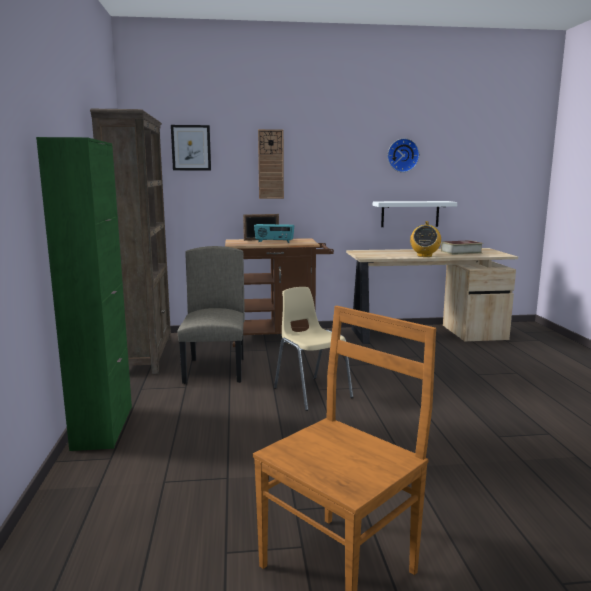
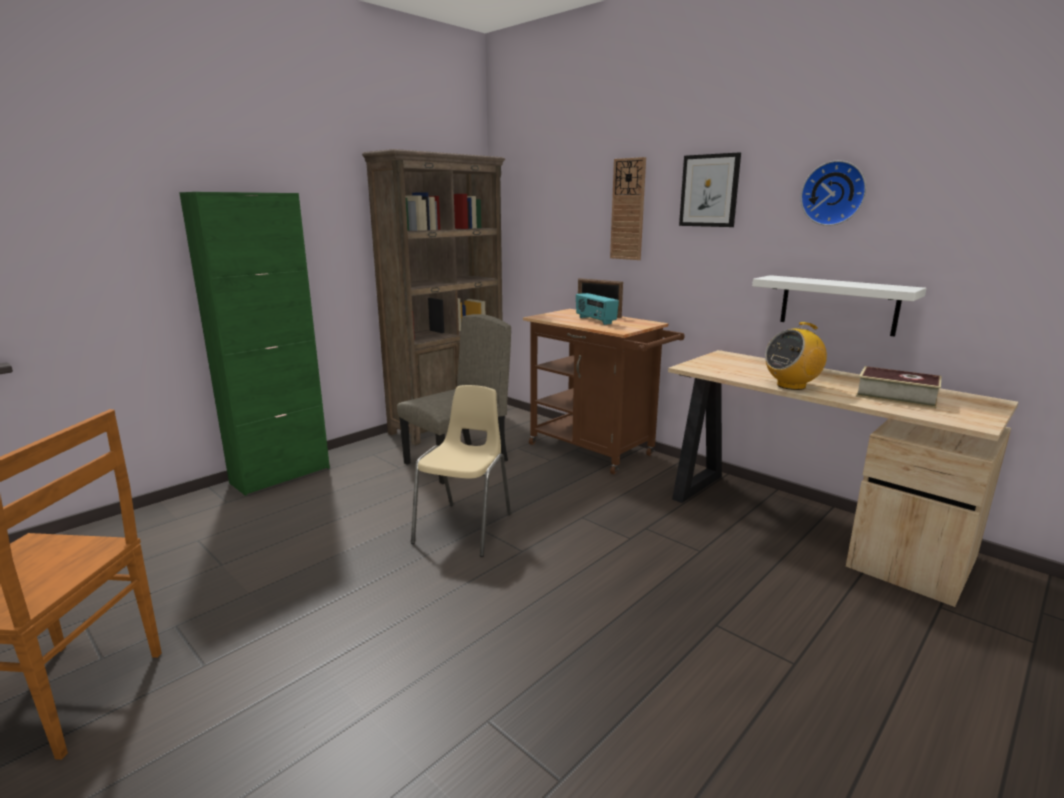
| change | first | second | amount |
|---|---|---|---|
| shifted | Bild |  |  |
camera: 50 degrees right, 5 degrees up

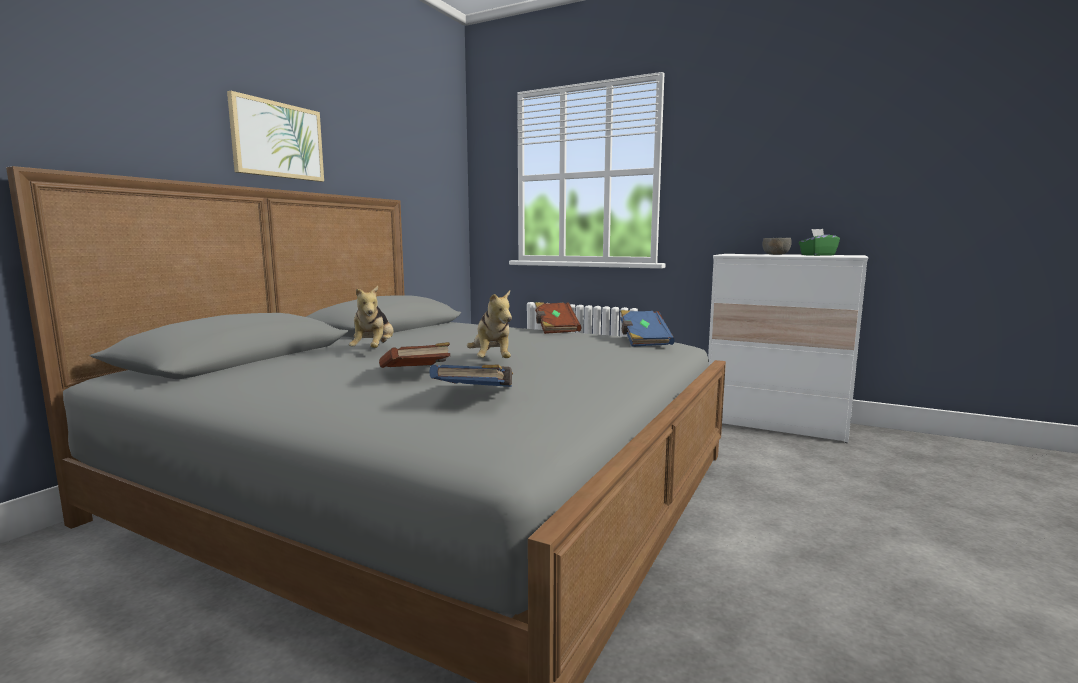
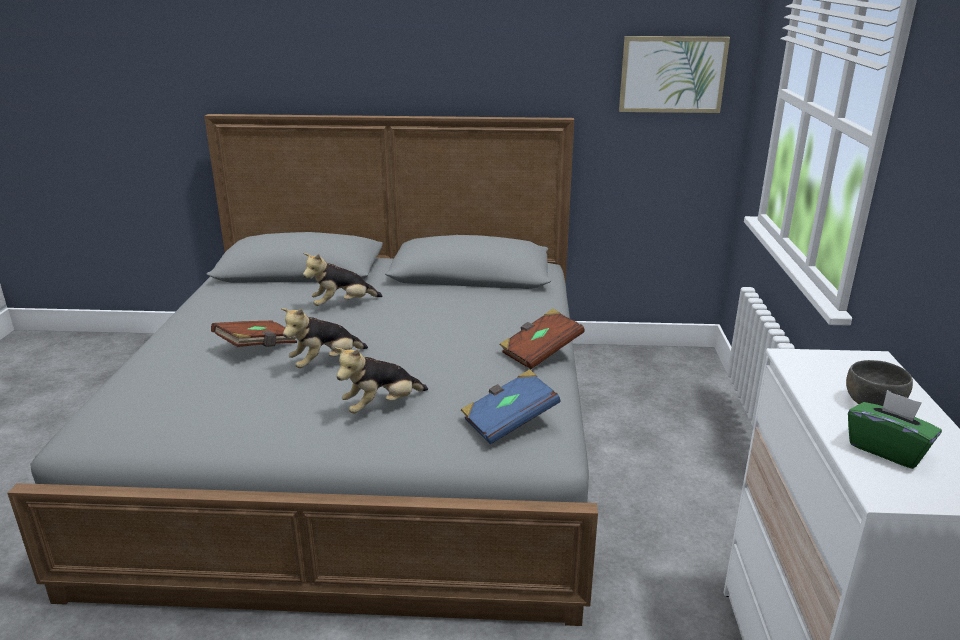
| change | first | second | amount |
|---|---|---|---|
| shifted | Bild |  |  |
| gone | Buch/blau (no. 1 from left) |  |  |
| new |  | Plüschtier (no. 3 from left) |  |
camera: 65 degrees right, 15 degrees up

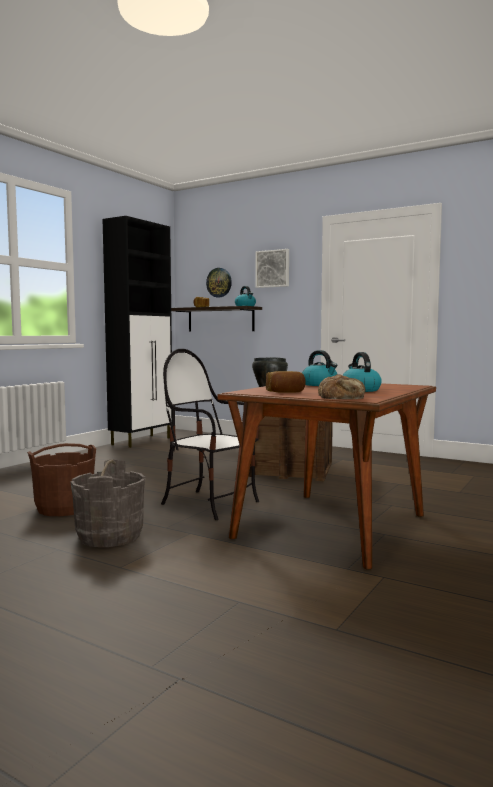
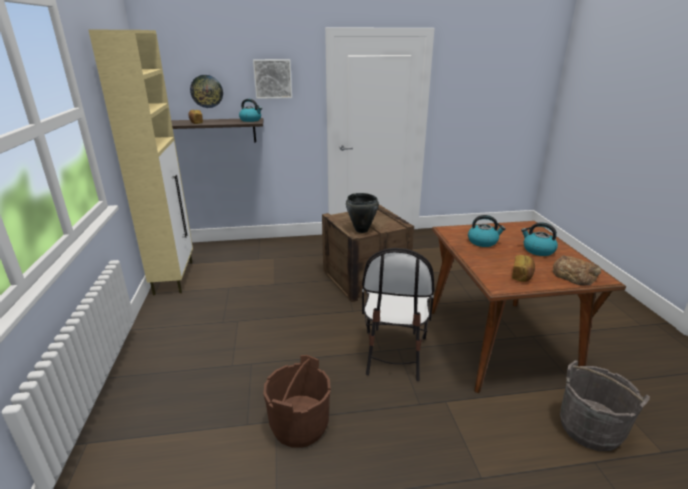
| change | first | second | amount |
|---|---|---|---|
| shifted | Eimer/grau |  |  |
| repainted | Schrank/schwarz | Schrank/beige |  |
| rotated | Stuhl |  | 75 degrees counterclockwise |
camera: 40 degrees left, 20 degrees up

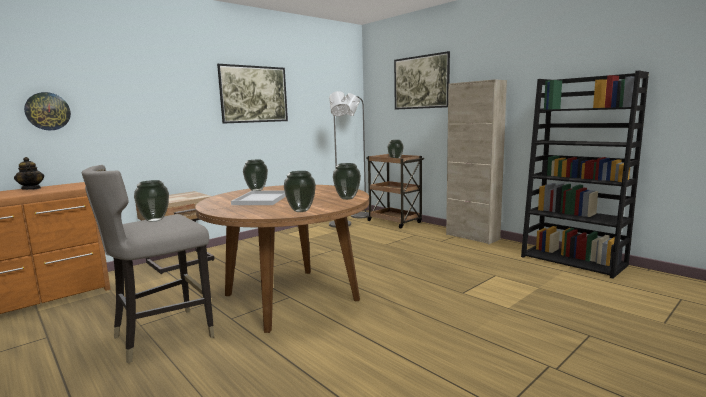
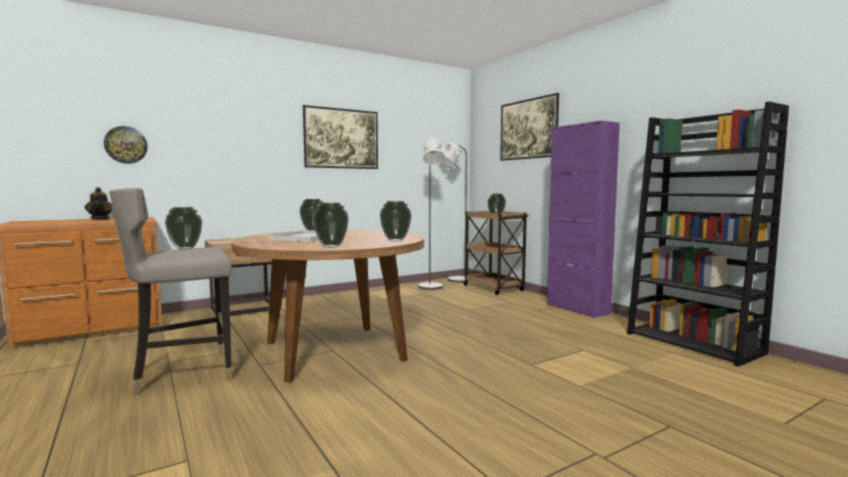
| change | first | second | amount |
|---|---|---|---|
| repainted | Schrank/beige | Schrank/lila |  |
camera: 10 degrees right, 5 degrees down

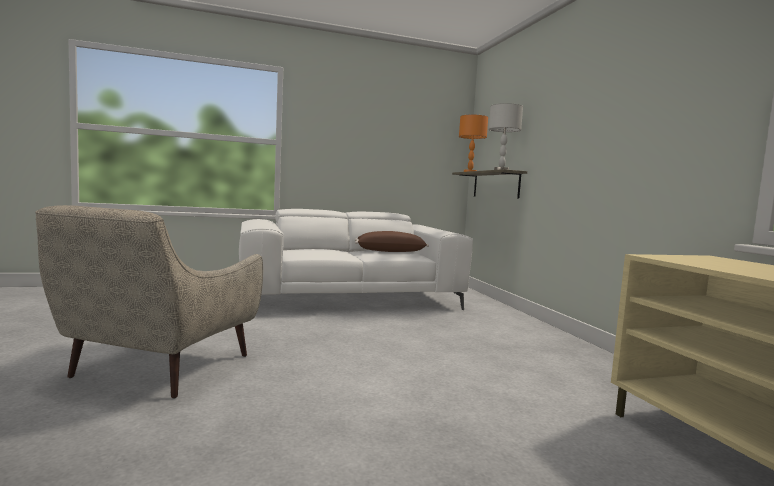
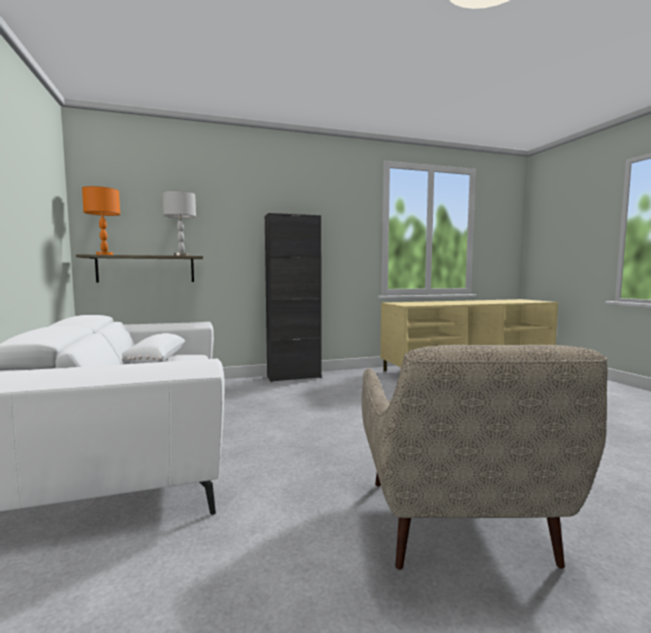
| change | first | second | amount |
|---|---|---|---|
| rotated | Sessel/beige |  | 75 degrees clockwise |
| repainted | Kissen/braun | Kissen/weiß |  |
| new |  | Schrank/schwarz |  |
camera: 90 degrees left, 0 degrees up

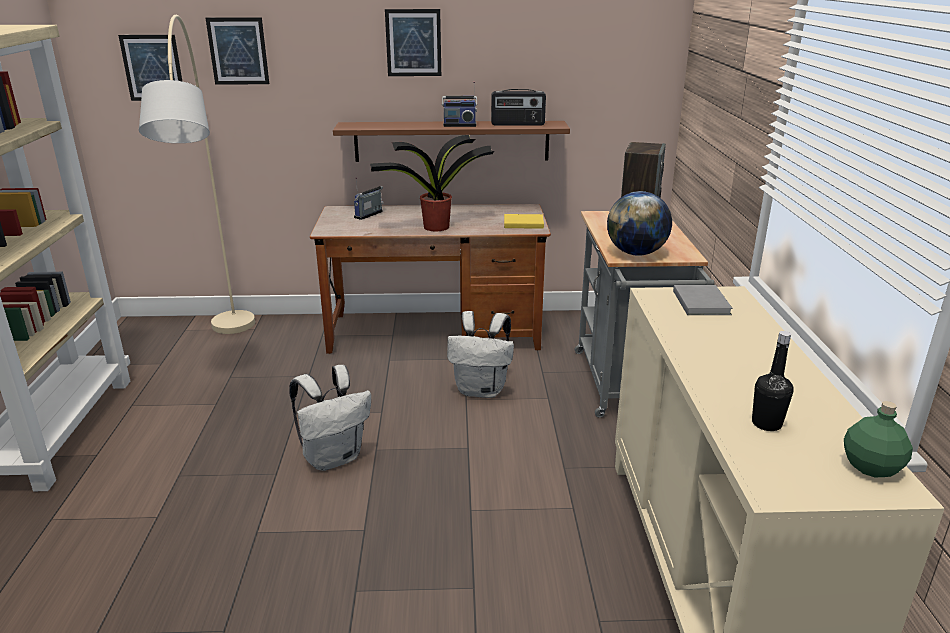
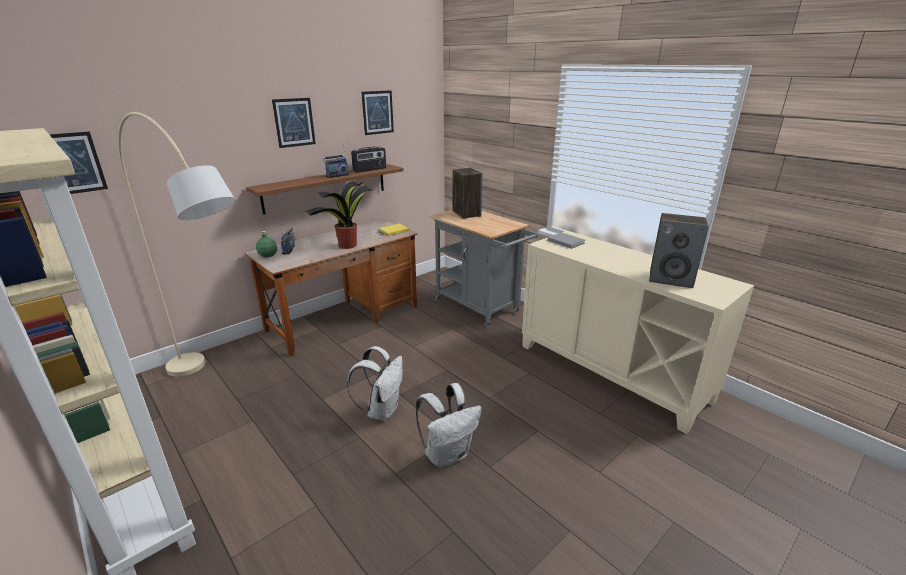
| change | first | second | amount |
|---|---|---|---|
| shifted | Bild (no. 2 from left in the first image) | Bild (no. 3 from left) |  |
| shifted | Rucksack/weiß (no. 2 from left) |  |  |
| gone | Globus |  |  |
| swapped | Flasche/schwarz | Lautsprecher (no. 2 from left) |  |
| shifted | Flasche/grün |  |  |
camera: 40 degrees left, 0 degrees up

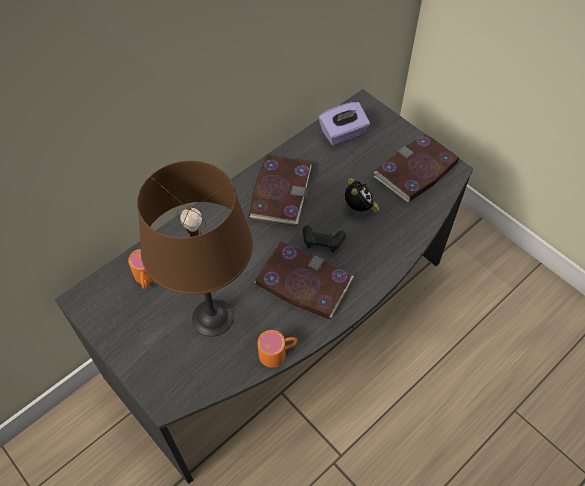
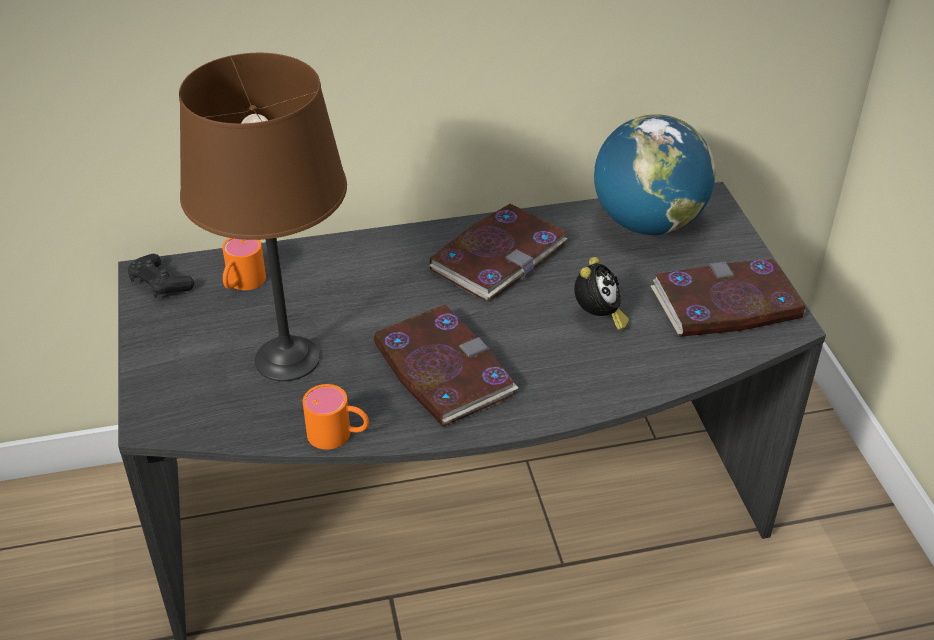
| change | first | second | amount |
|---|---|---|---|
| shifted | Gamepad/schwarz |  |  |
| swapped | Taschentuchbox/lila | Globus |  |
camera: 30 degrees right, 15 degrees down

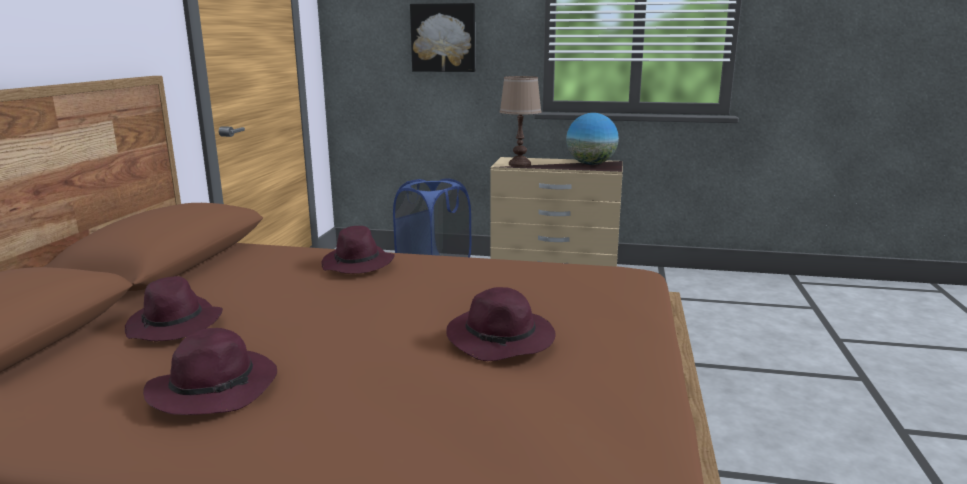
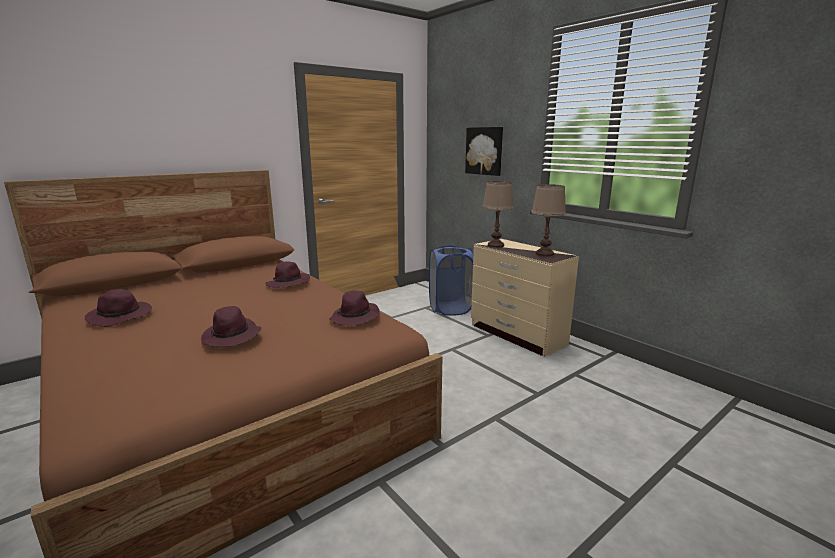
| change | first | second | amount |
|---|---|---|---|
| shifted | Hut/lila (no. 1 from left in the first image) | Hut/lila (no. 4 from left) |  |
| swapped | Globus | Tischlampe/braun (no. 2 from left) |  |
camera: 40 degrees right, 0 degrees up

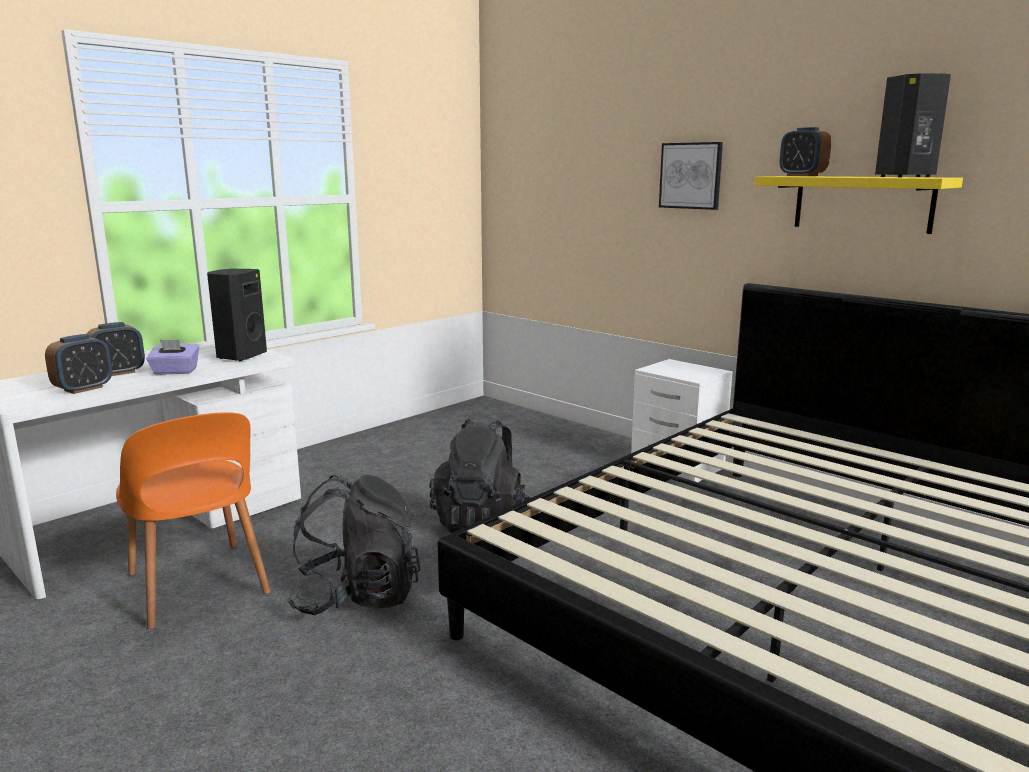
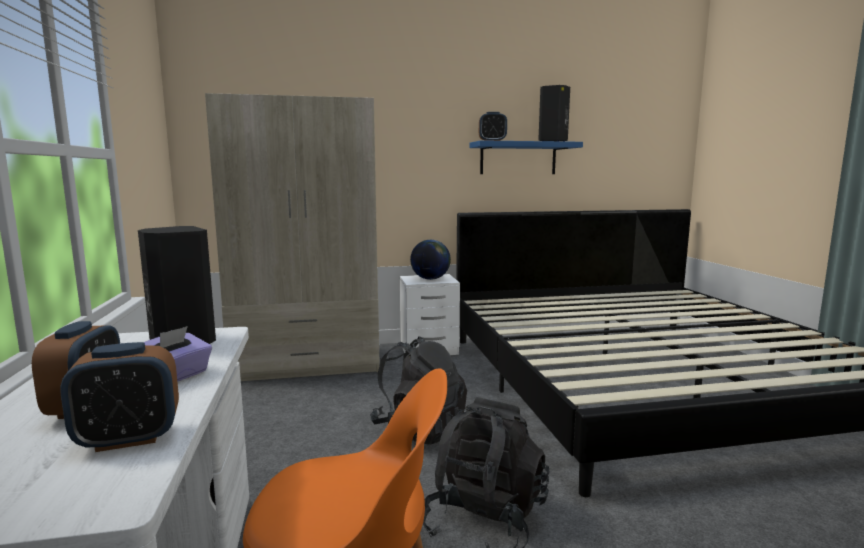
| change | first | second | amount |
|---|---|---|---|
| rotated | Wecker (no. 1 from left in the first image) | Wecker (no. 2 from left) | 90 degrees clockwise |
| gone | Bild |  |  |
| repainted | Wandregal/gelb | Wandregal/blau |  |
| new |  | Kleiderschrank/beige |  |
| new |  | Globus |  |
camera: 55 degrees left, 5 degrees down

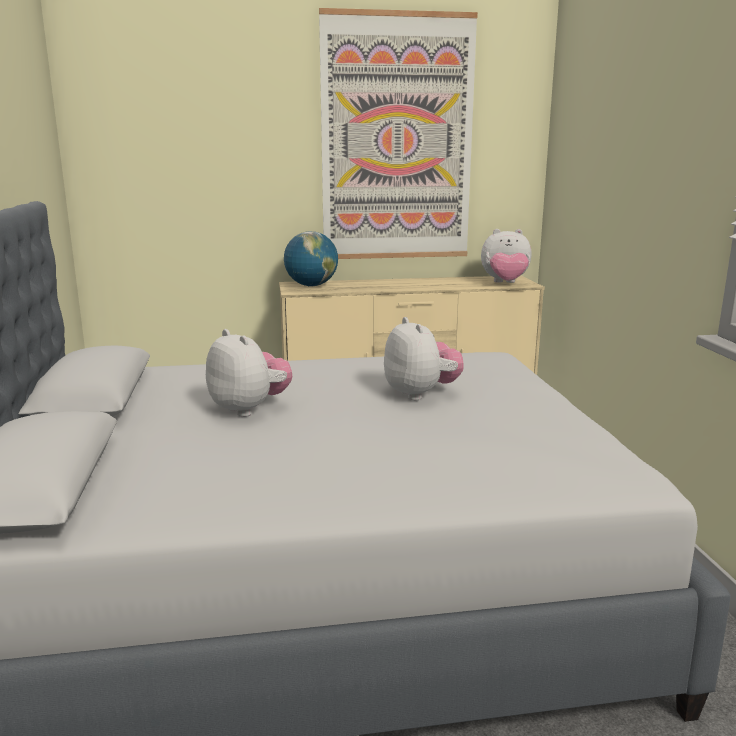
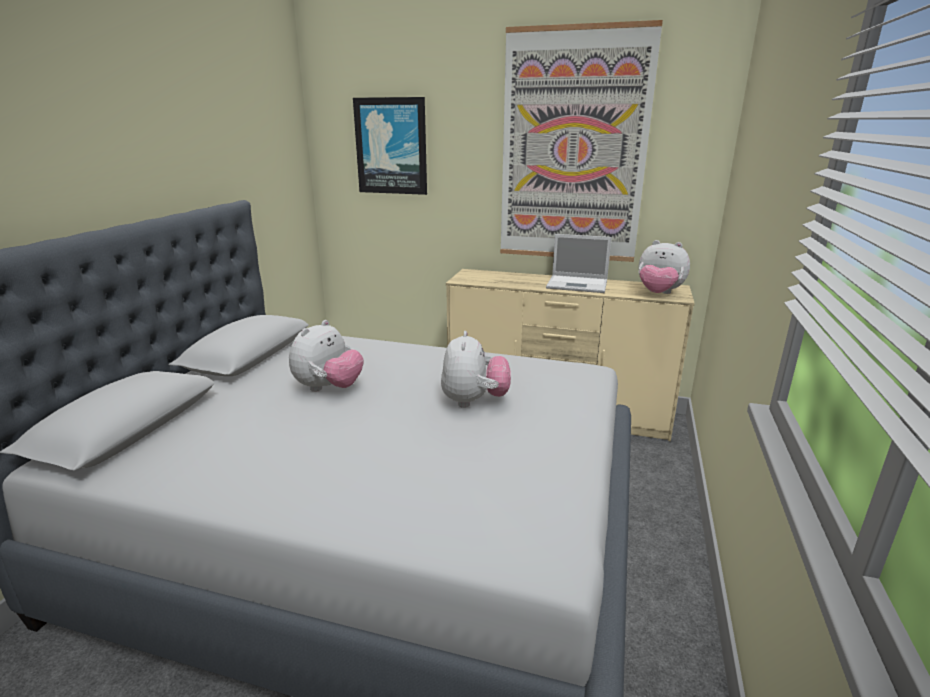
| change | first | second | amount |
|---|---|---|---|
| rotated | Plüschtier (no. 1 from left) |  | 45 degrees clockwise |
| gone | Globus |  |  |
| new |  | Bild (no. 1 from left) |  |
| new |  | Laptop |  |
camera: 25 degrees right, 5 degrees up

